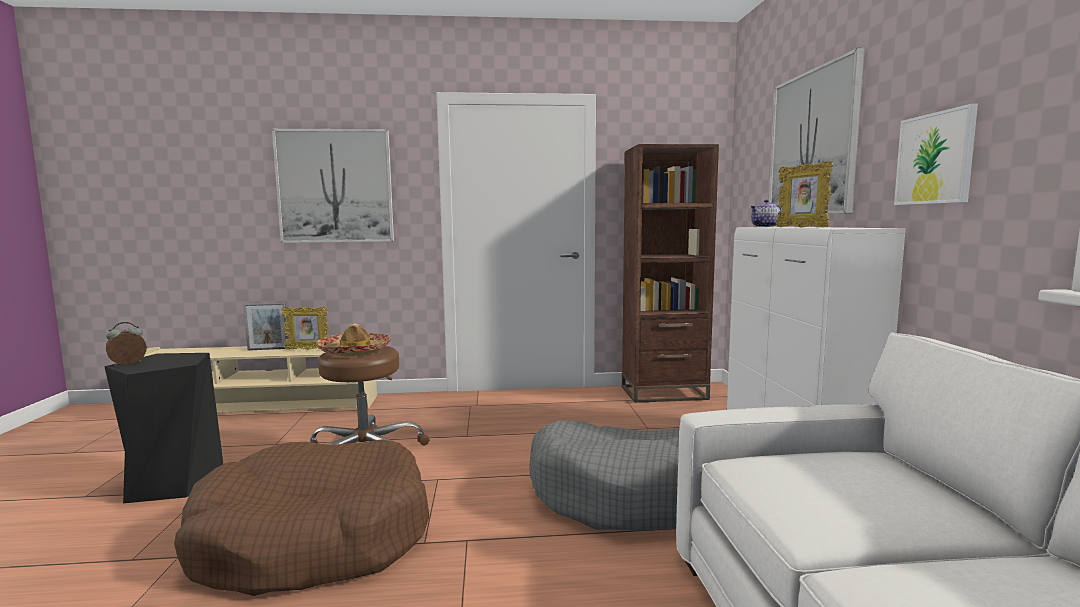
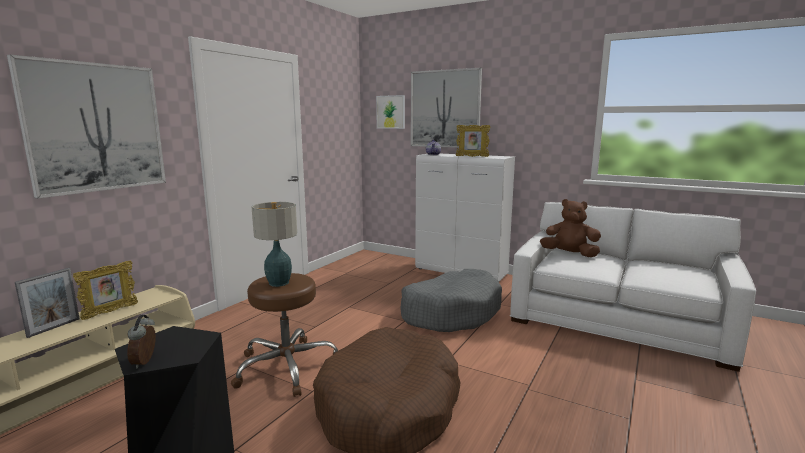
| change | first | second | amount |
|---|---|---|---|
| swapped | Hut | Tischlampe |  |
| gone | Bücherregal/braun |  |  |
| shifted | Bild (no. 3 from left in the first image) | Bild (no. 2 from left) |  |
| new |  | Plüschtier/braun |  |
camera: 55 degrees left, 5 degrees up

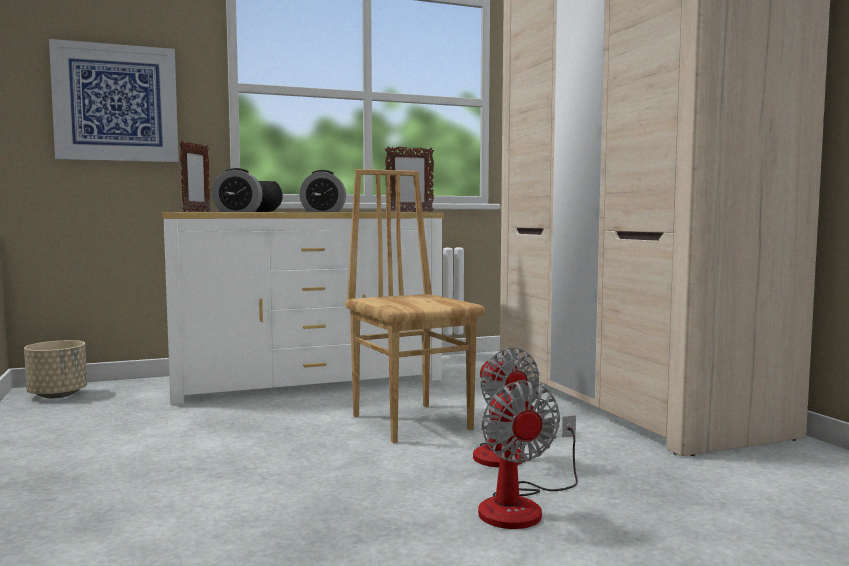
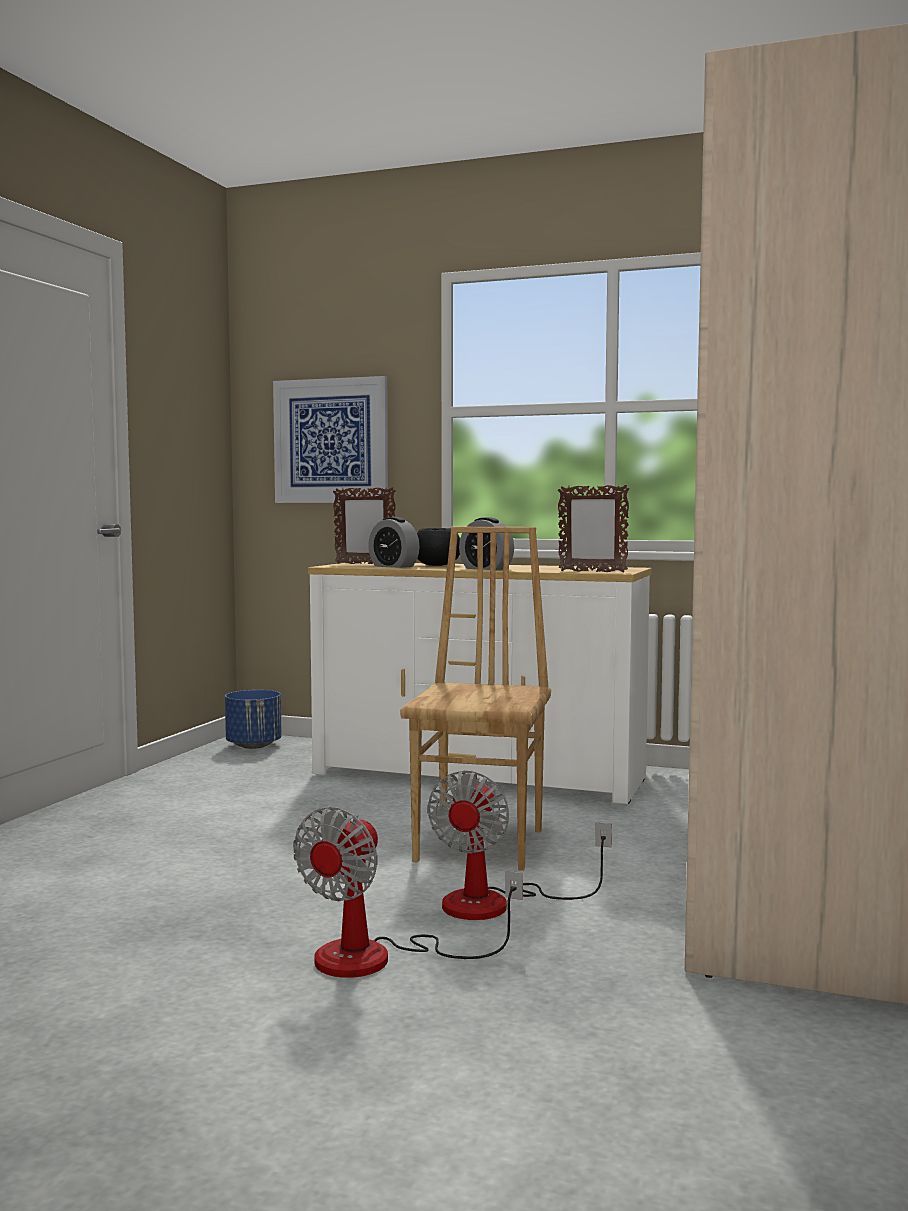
| change | first | second | amount |
|---|---|---|---|
| repainted | Pflanzkübel/beige | Pflanzkübel/blau |  |
| rotated | Bilderrahmen (no. 1 from left) |  | 45 degrees clockwise |
camera: 40 degrees right, 0 degrees up

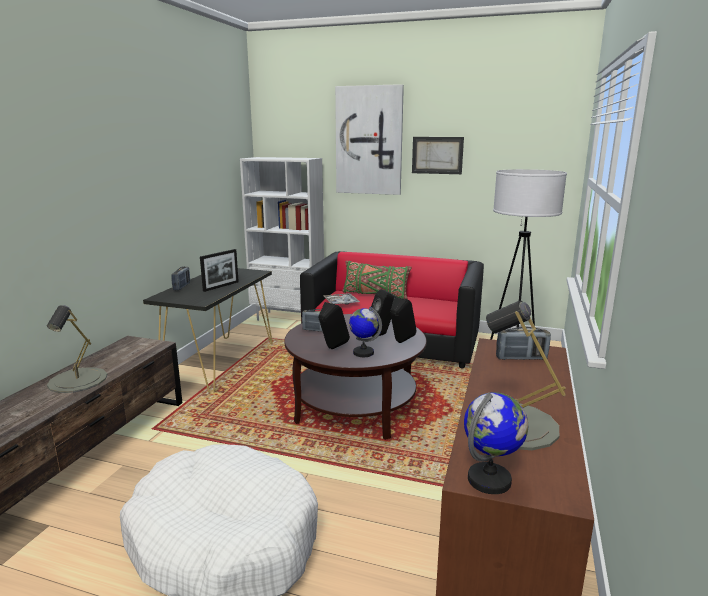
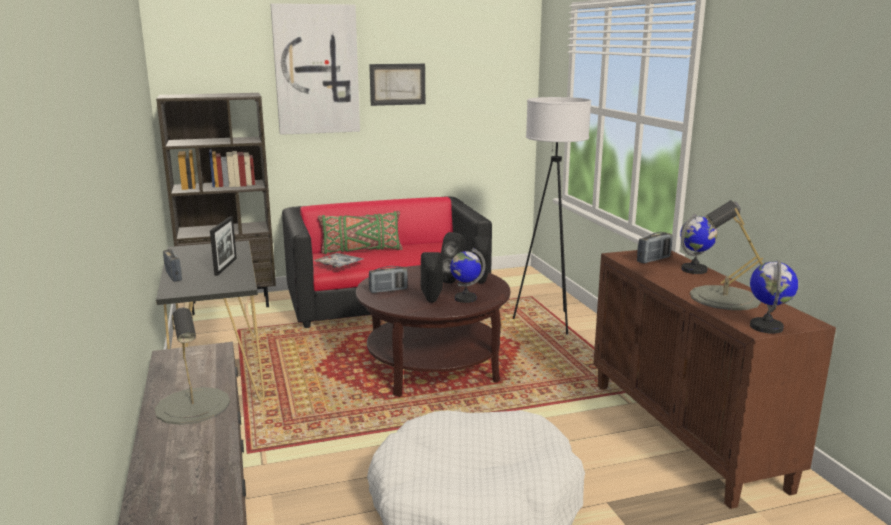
| change | first | second | amount |
|---|---|---|---|
| repainted | Bücherregal/weiß | Bücherregal/braun |  |
| new |  | Globus (no. 2 from left) |  |
camera: 35 degrees left, 0 degrees up

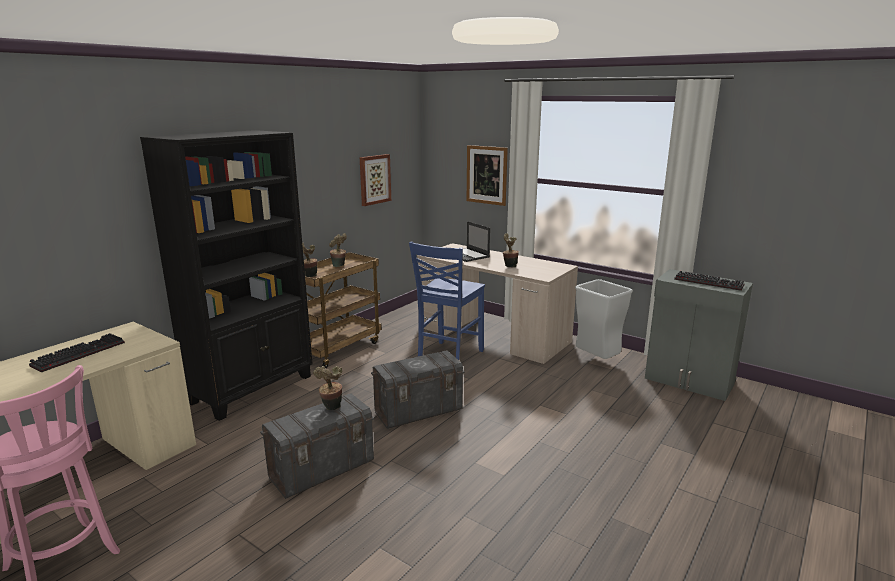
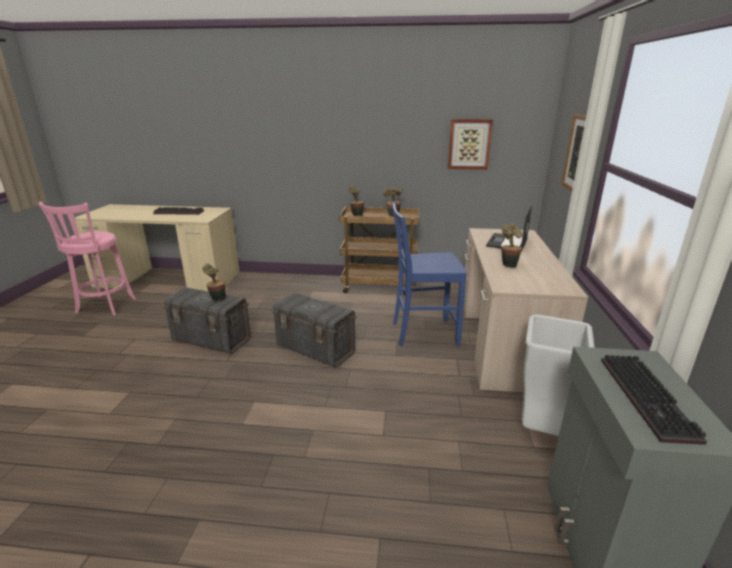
| change | first | second | amount |
|---|---|---|---|
| gone | Bücherregal/schwarz |  |  |
camera: 60 degrees right, 5 degrees up

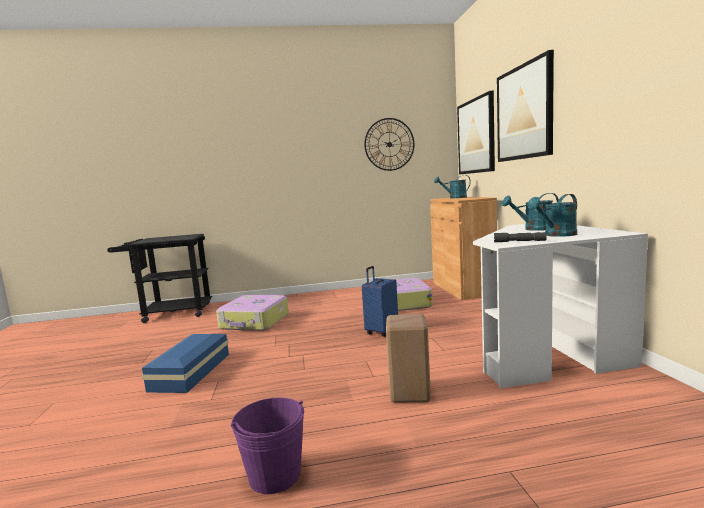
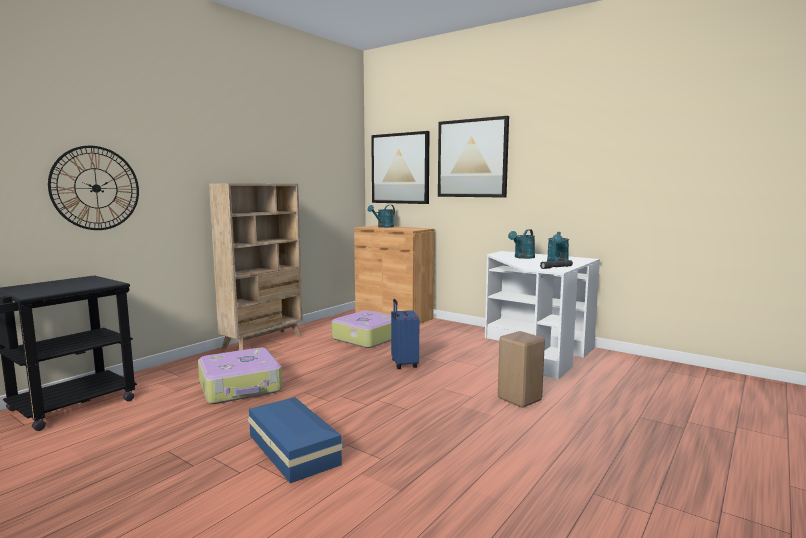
| change | first | second | amount |
|---|---|---|---|
| gone | Eimer/lila |  |  |
| shifted | Wanduhr |  |  |
| new |  | Bücherregal/beige |  |
camera: 45 degrees left, 0 degrees up

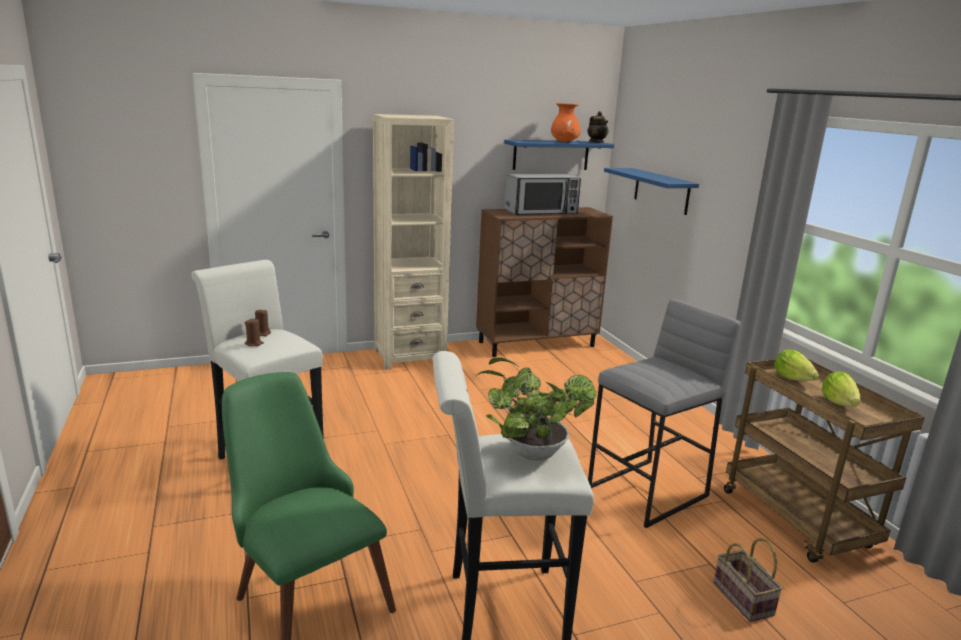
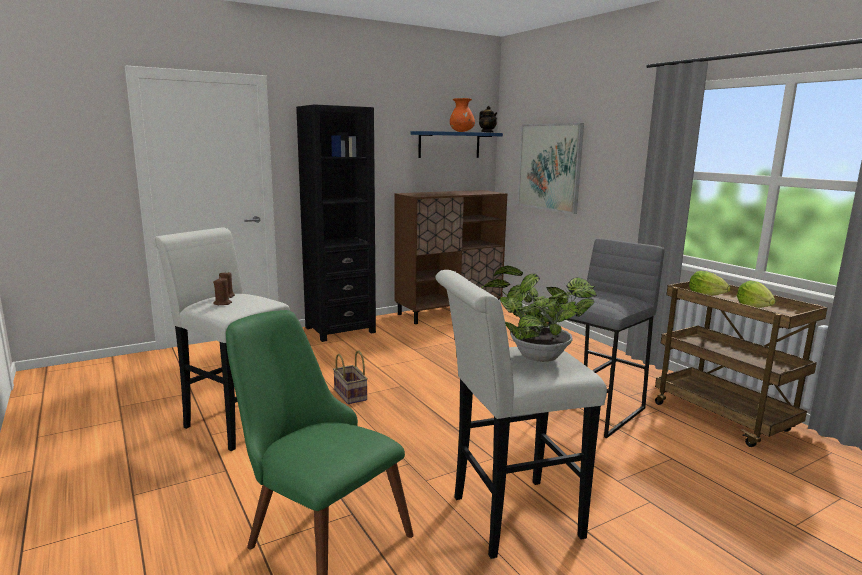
| change | first | second | amount |
|---|---|---|---|
| repainted | Bücherregal/beige | Bücherregal/schwarz |  |
| gone | Mikrowelle |  |  |
| swapped | Wandregal/blau (no. 2 from left) | Bild |  |
| shifted | Korb |  |  |
camera: 10 degrees left, 5 degrees down

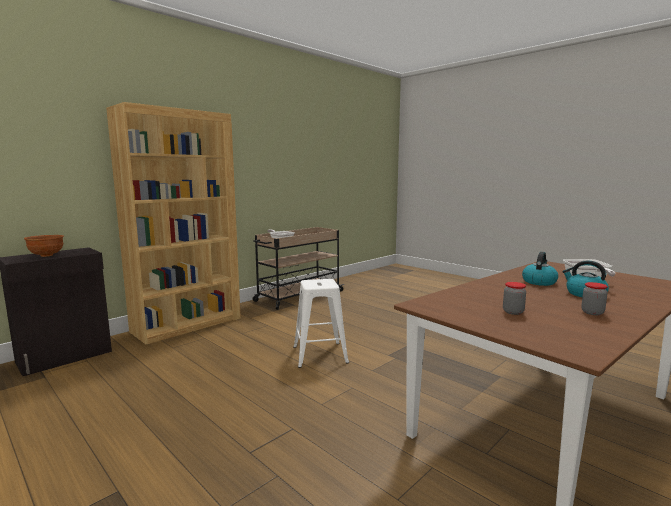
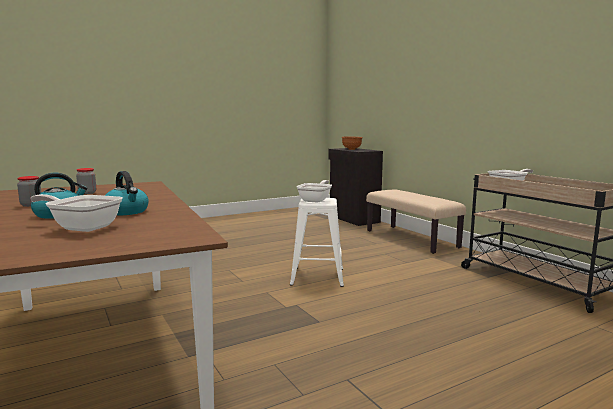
| change | first | second | amount |
|---|---|---|---|
| swapped | Bücherregal/braun | Bank/beige |  |
| new |  | Pfanne (no. 2 from left) |  |
camera: 105 degrees right, 0 degrees up

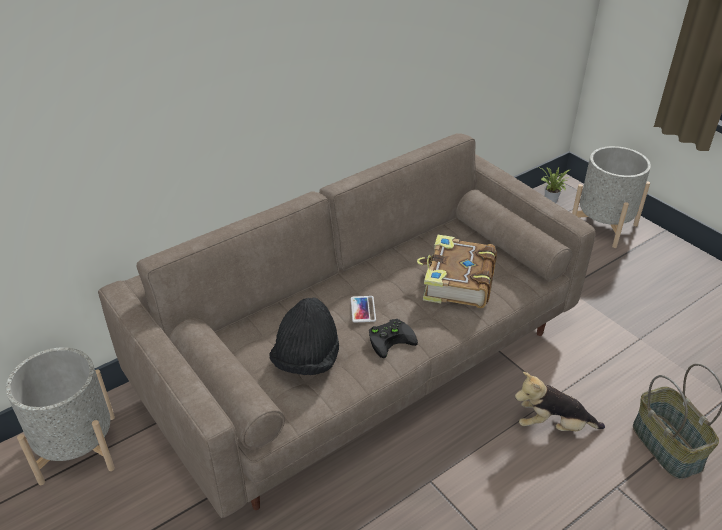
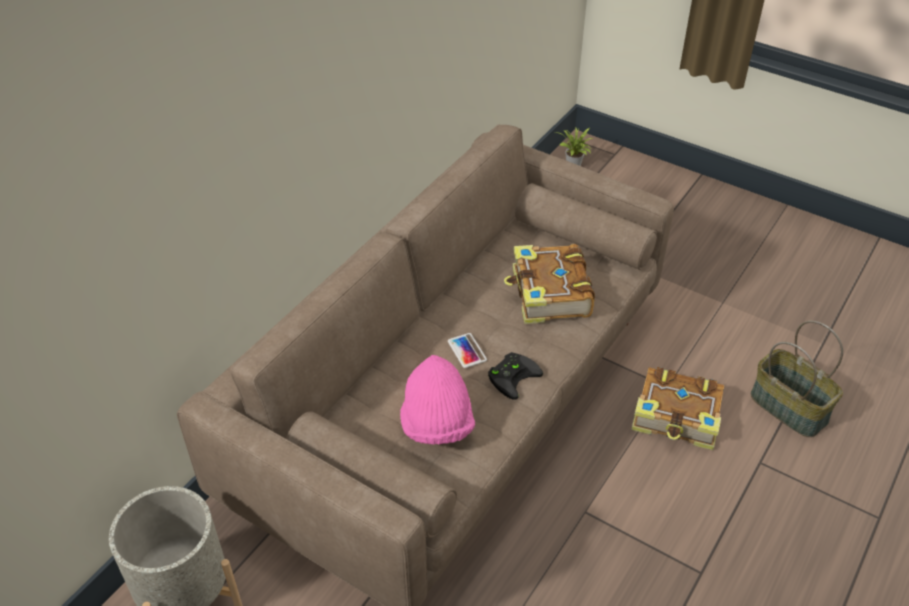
| change | first | second | amount |
|---|---|---|---|
| repainted | Hut/schwarz | Hut/rosa |  |
| swapped | Plüschtier | Buch (no. 2 from left) |  |
| gone | Pflanzkübel/grau (no. 2 from left) |  |  |
camera: 20 degrees left, 5 degrees up

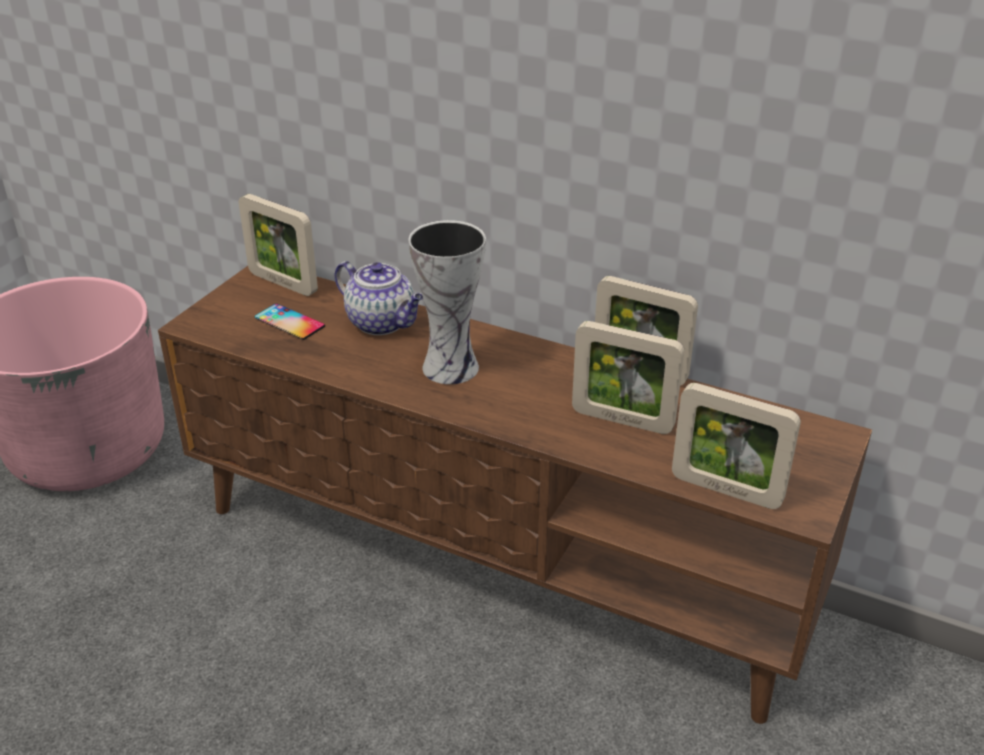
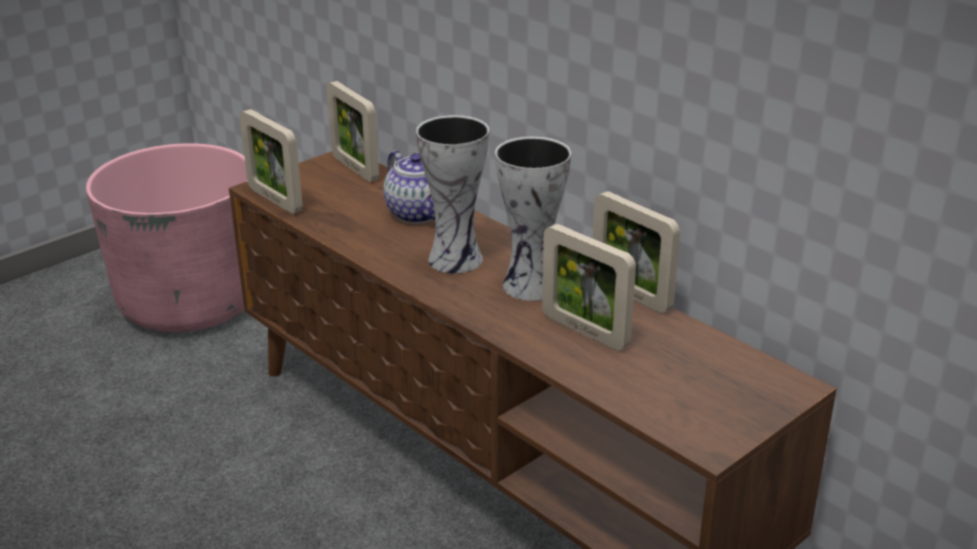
| change | first | second | amount |
|---|---|---|---|
| gone | Handy |  |  |
| shifted | Bilderrahmen (no. 4 from left in the first image) | Bilderrahmen (no. 1 from left) |  |
| new |  | Vase (no. 2 from left) |  |
camera: 20 degrees right, 5 degrees down

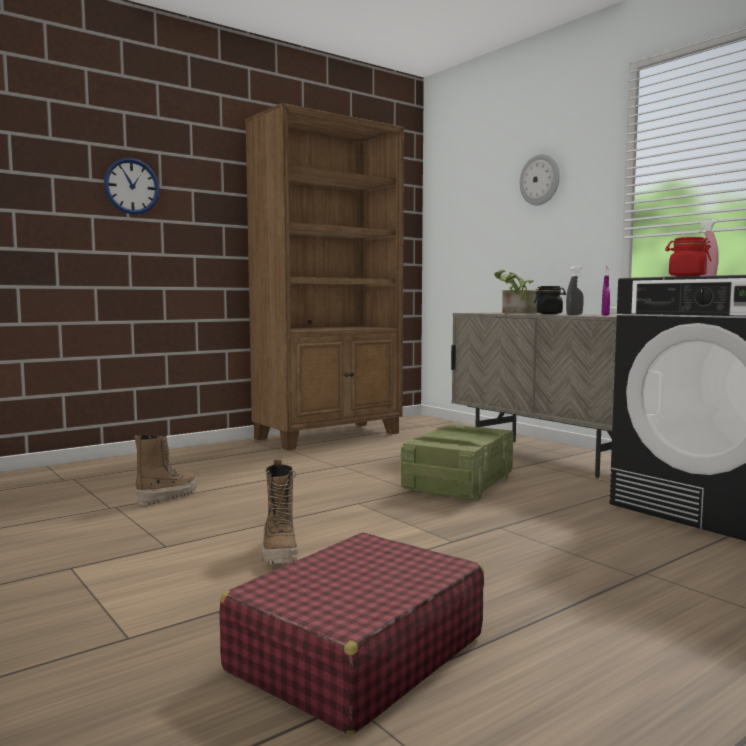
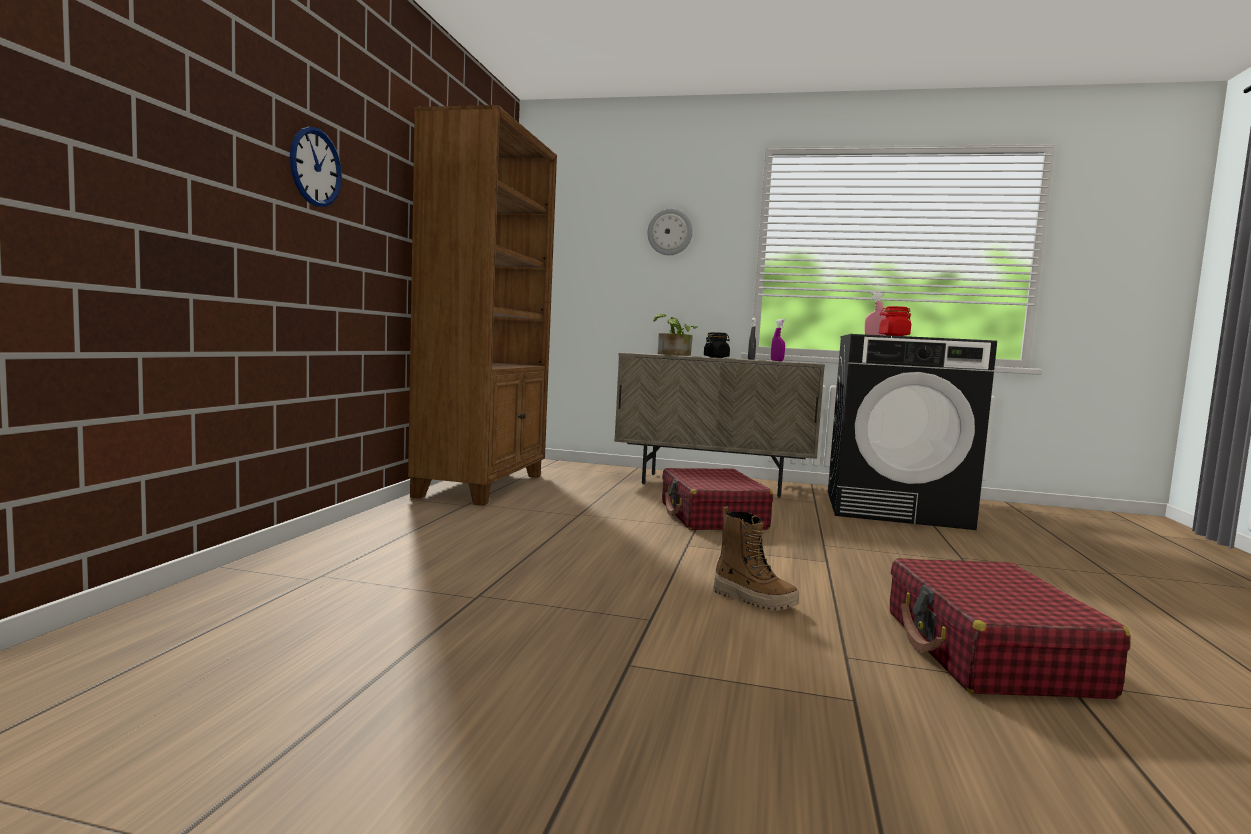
| change | first | second | amount |
|---|---|---|---|
| gone | Stiefel (no. 1 from left) |  |  |
| swapped | Kiste | Koffer/rot (no. 1 from left) |  |
camera: 40 degrees left, 0 degrees up

